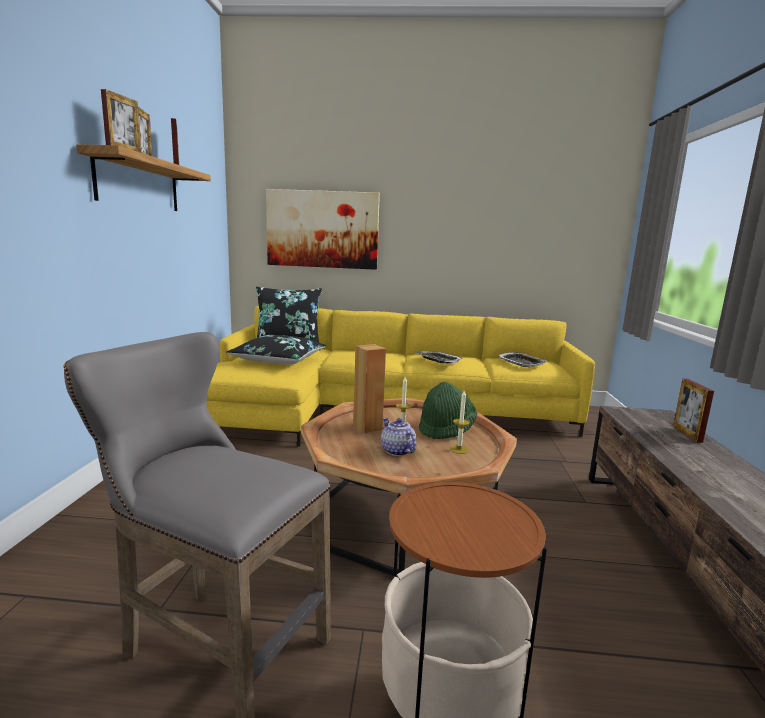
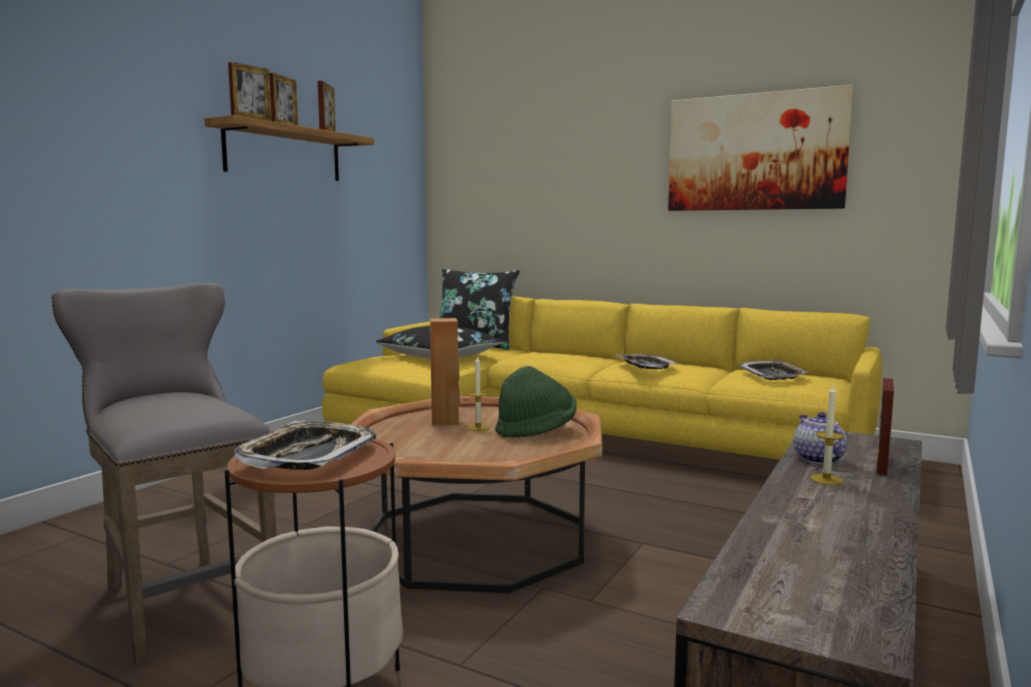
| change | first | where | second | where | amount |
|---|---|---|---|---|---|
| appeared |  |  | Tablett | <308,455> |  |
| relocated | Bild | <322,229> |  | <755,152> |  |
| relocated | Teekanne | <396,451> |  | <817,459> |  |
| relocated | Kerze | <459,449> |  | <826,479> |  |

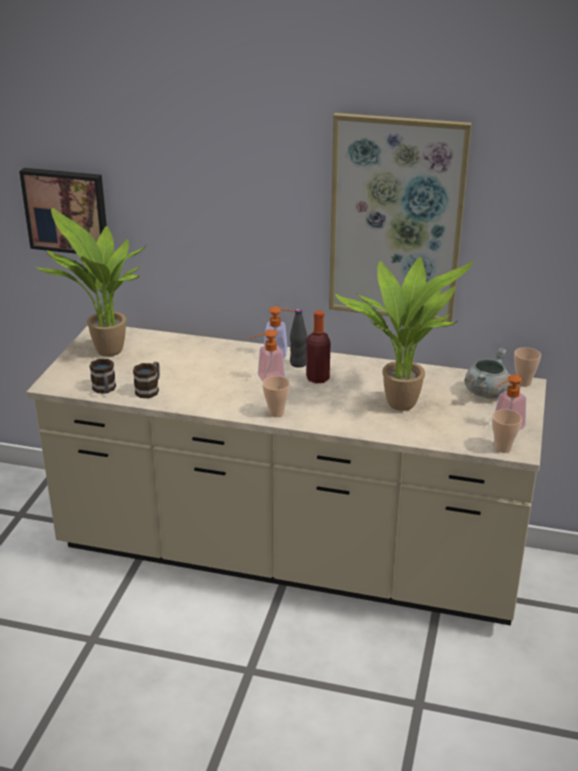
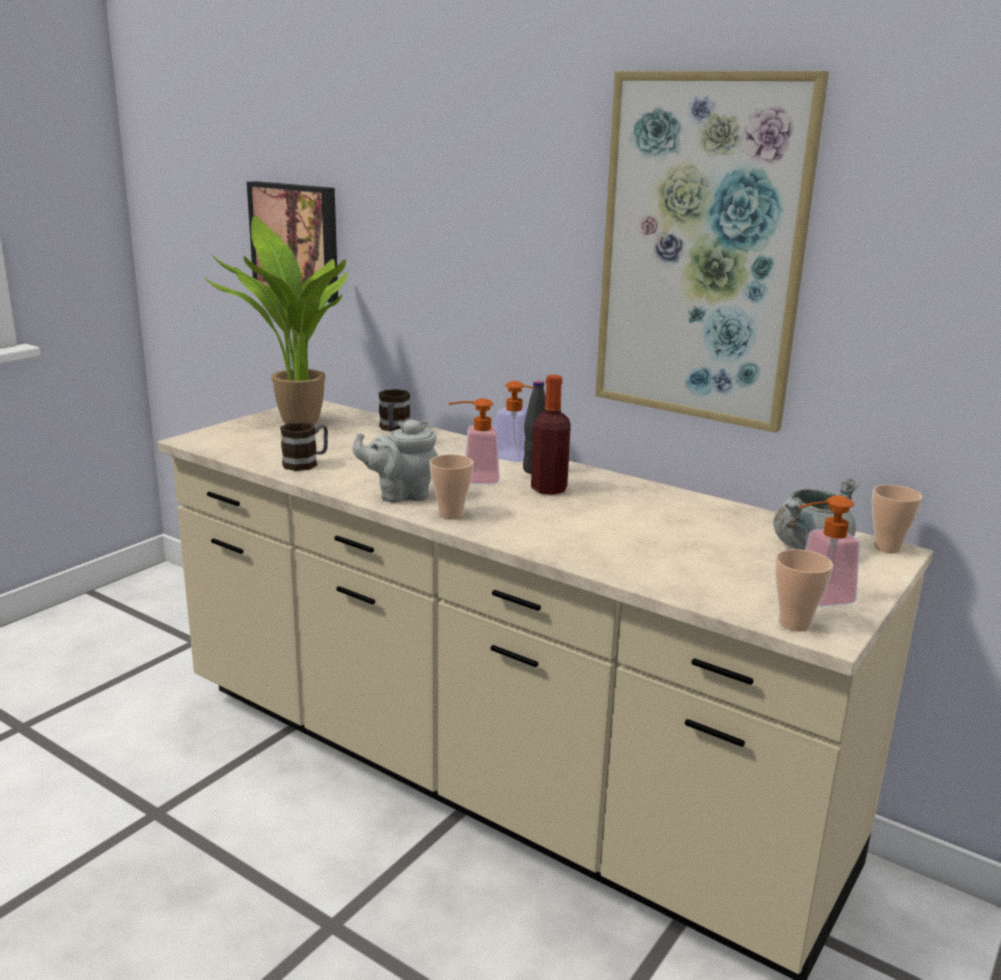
| change | first | where | second | where | amount |
|---|---|---|---|---|---|
| appeared |  |  | Teekanne [grau] | <400,495> |  |
| relocated | Henkelbecher | <105,390> |  | <393,429> |  |
| missing | Topfpflanze | <402,402> |  |  |  |

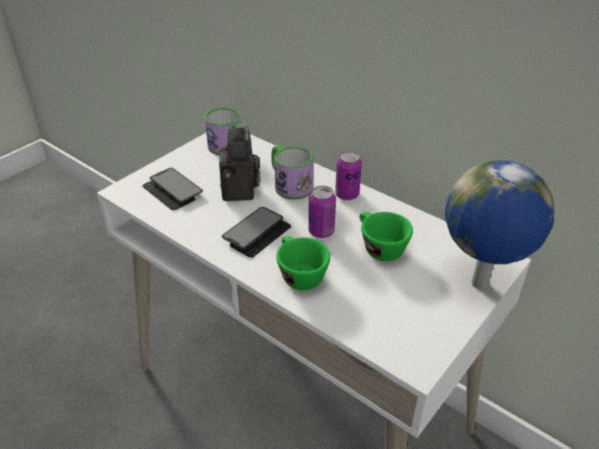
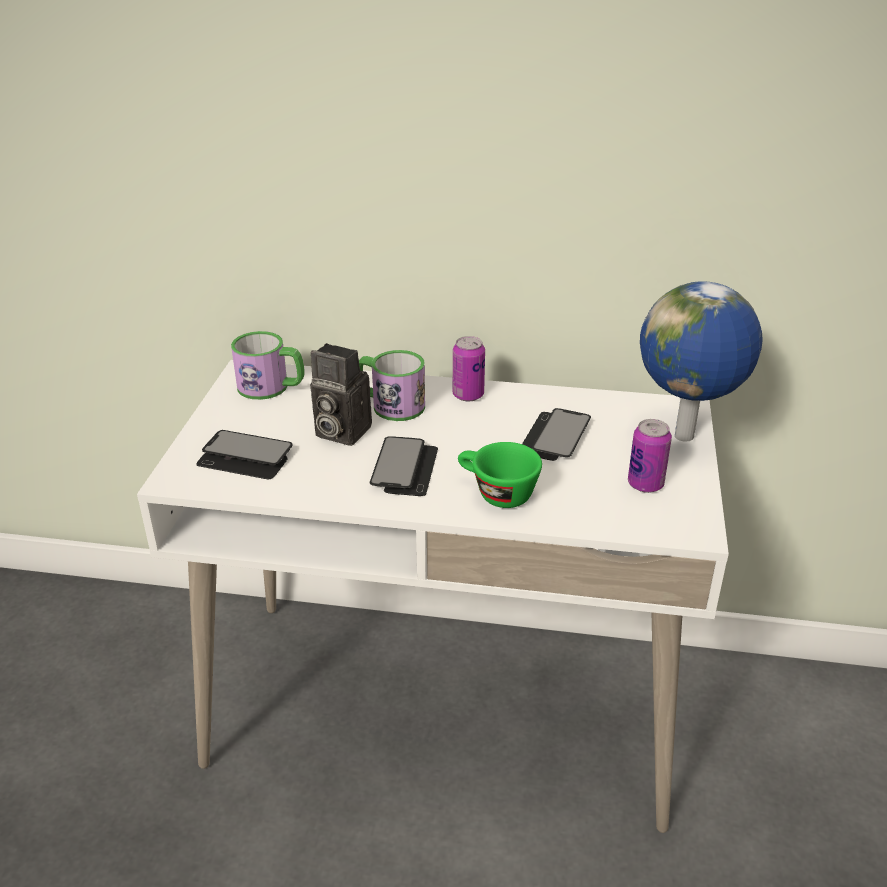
| change | first | where | second | where | amount |
|---|---|---|---|---|---|
| spun | Kamera | <241,192> |  | <339,432> | 150 degrees clockwise |
| exchanged | Tasse [grün] | <379,247> | Handy | <554,437> |  |
| relocated | Dose | <321,231> |  | <645,484> |  |

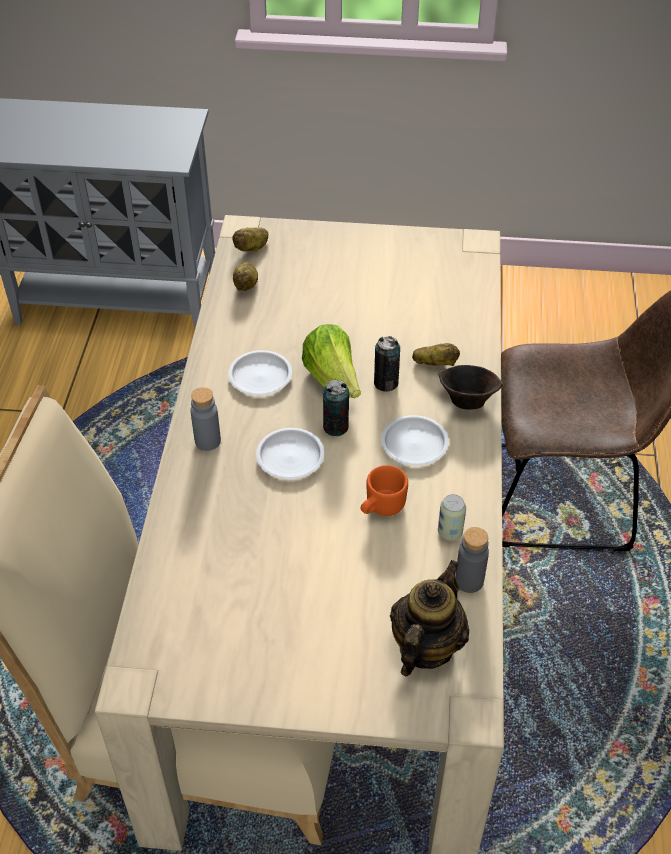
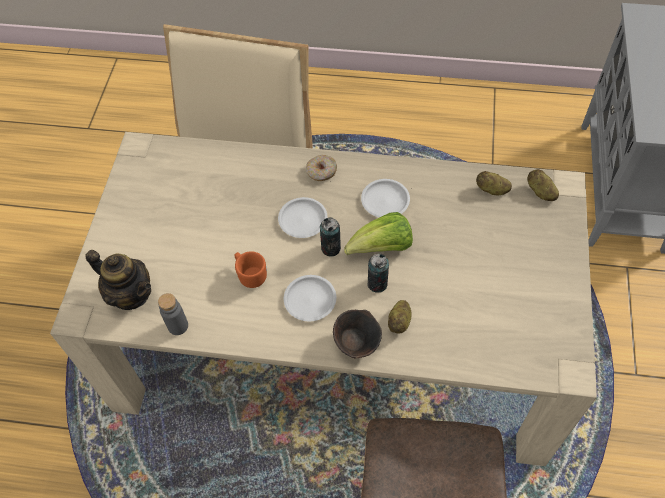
| change | first | where | second | where | amount |
|---|---|---|---|---|---|
| exchanged | Flasche [grau] | <207,441> | Donut | <321,172> |  |
| missing | Dose | <450,532> |  |  |  |

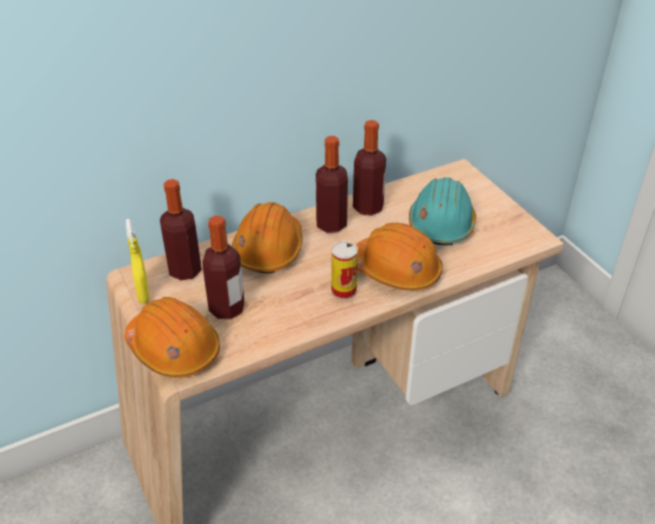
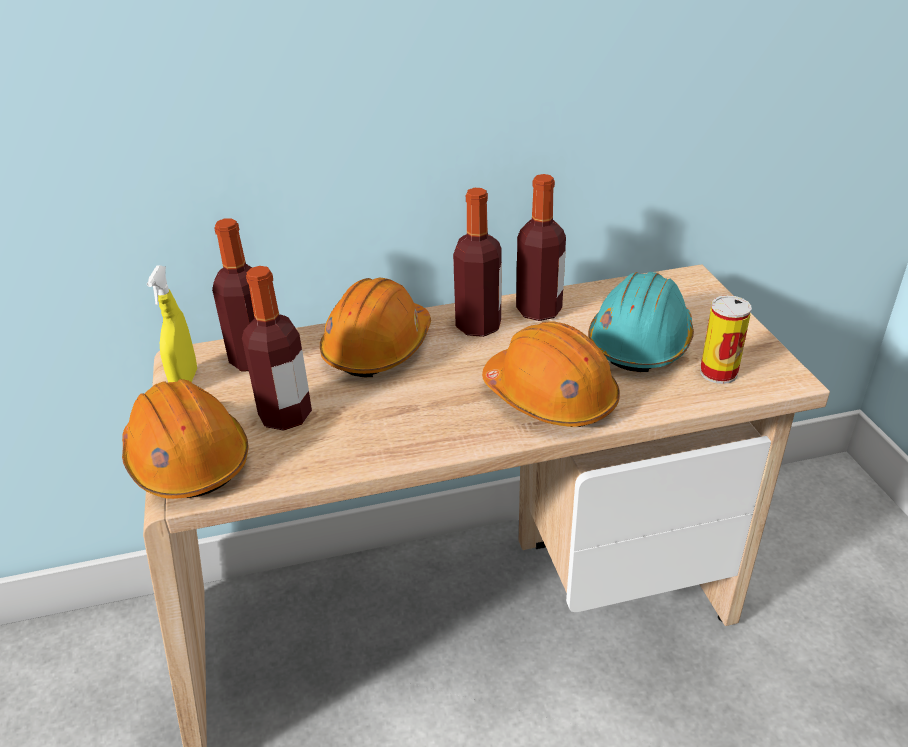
| change | first | where | second | where | amount |
|---|---|---|---|---|---|
| relocated | Dose | <343,291> |  | <718,372> |  |

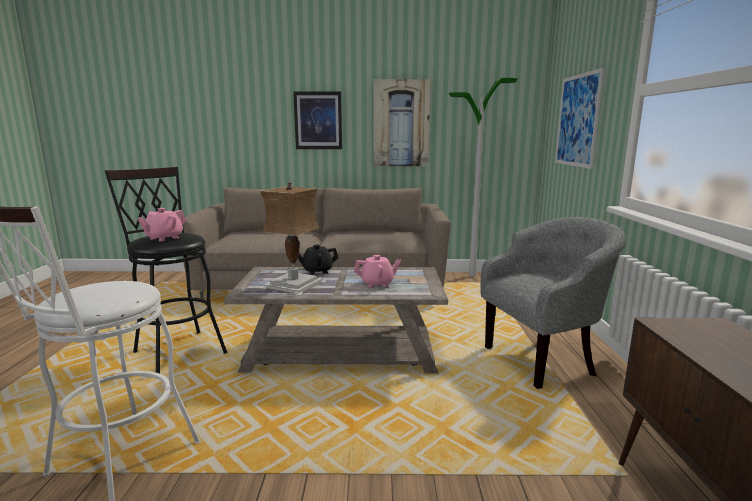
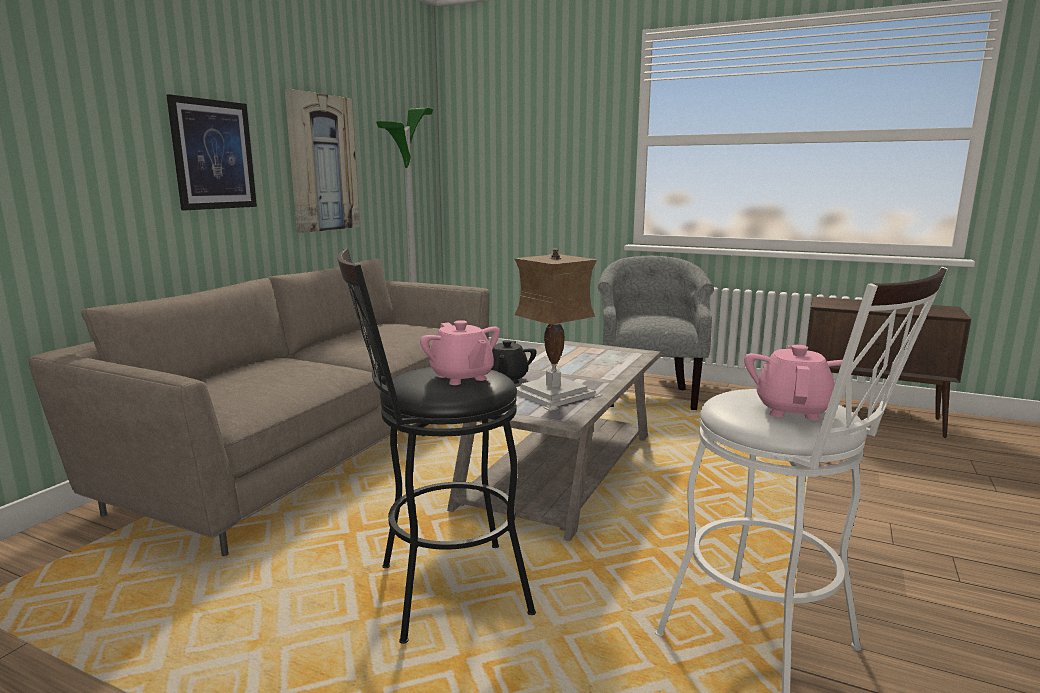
| change | first | where | second | where | amount |
|---|---|---|---|---|---|
| relocated | Teekanne [rosa] | <377,283> |  | <792,410> |  |
| missing | Bild | <577,120> |  |  |  |

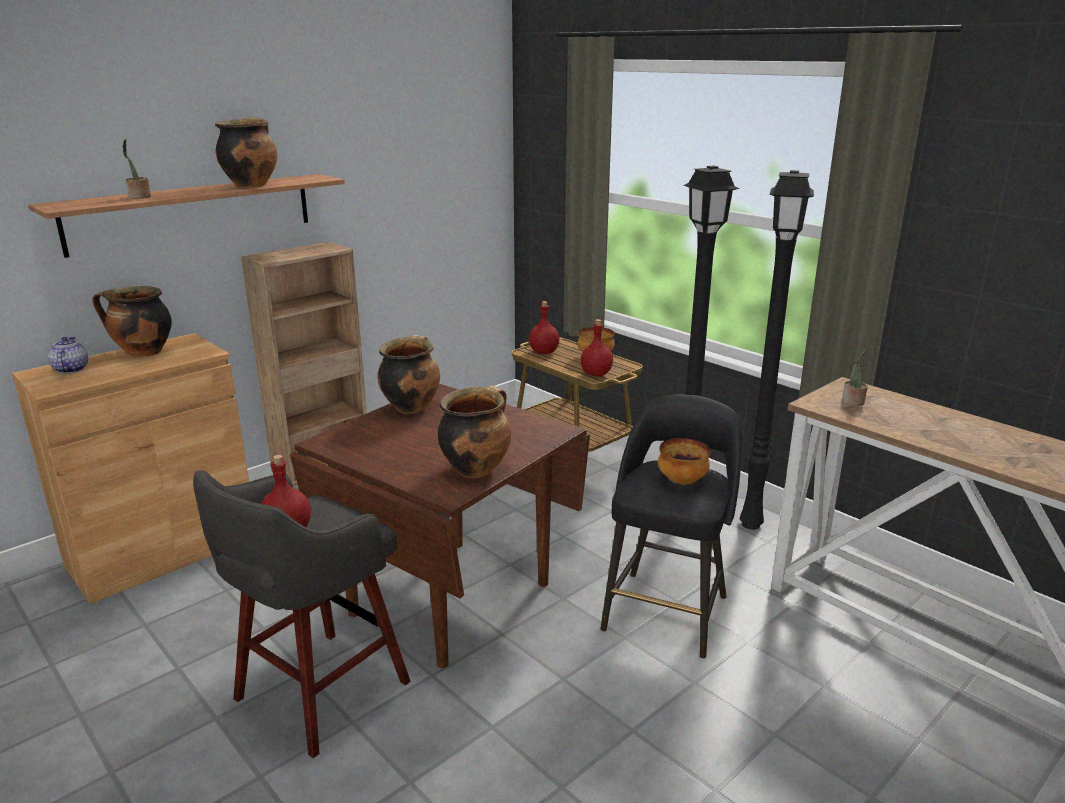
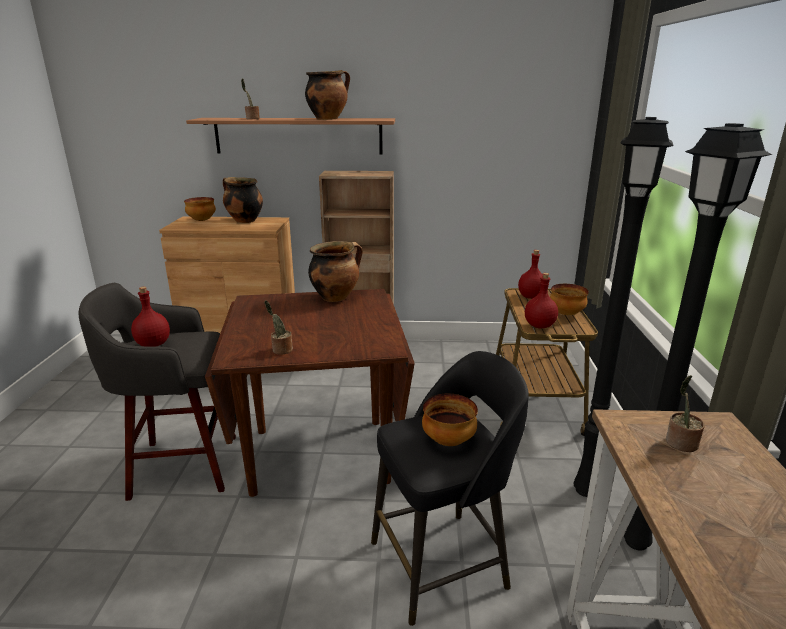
| change | first | where | second | where | amount |
|---|---|---|---|---|---|
| exchanged | Teekanne | <70,369> | Schüssel | <201,220> |  |
| exchanged | Kochtopf | <476,468> | Topfpflanze | <281,350> |  |

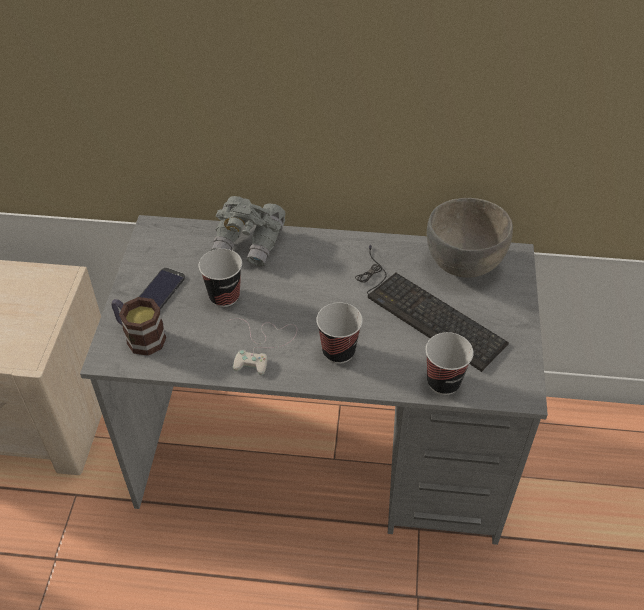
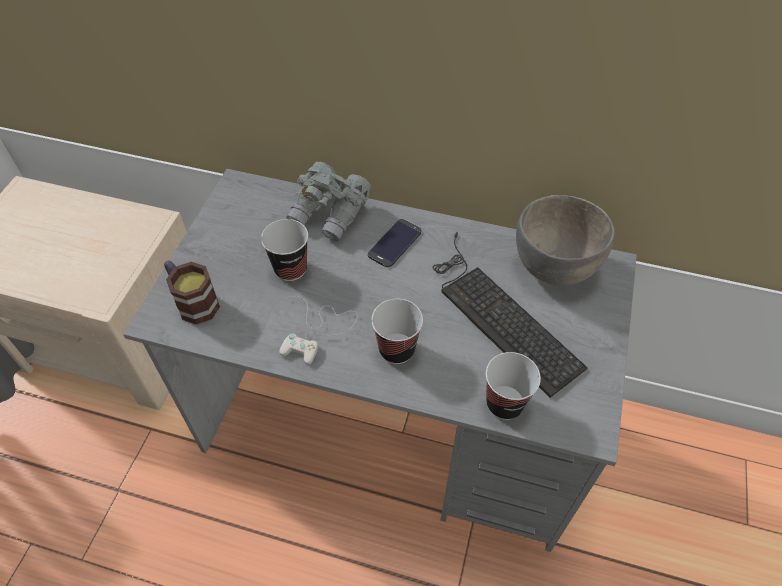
| change | first | where | second | where | amount |
|---|---|---|---|---|---|
| relocated | Handy | <160,291> |  | <394,243> |  |

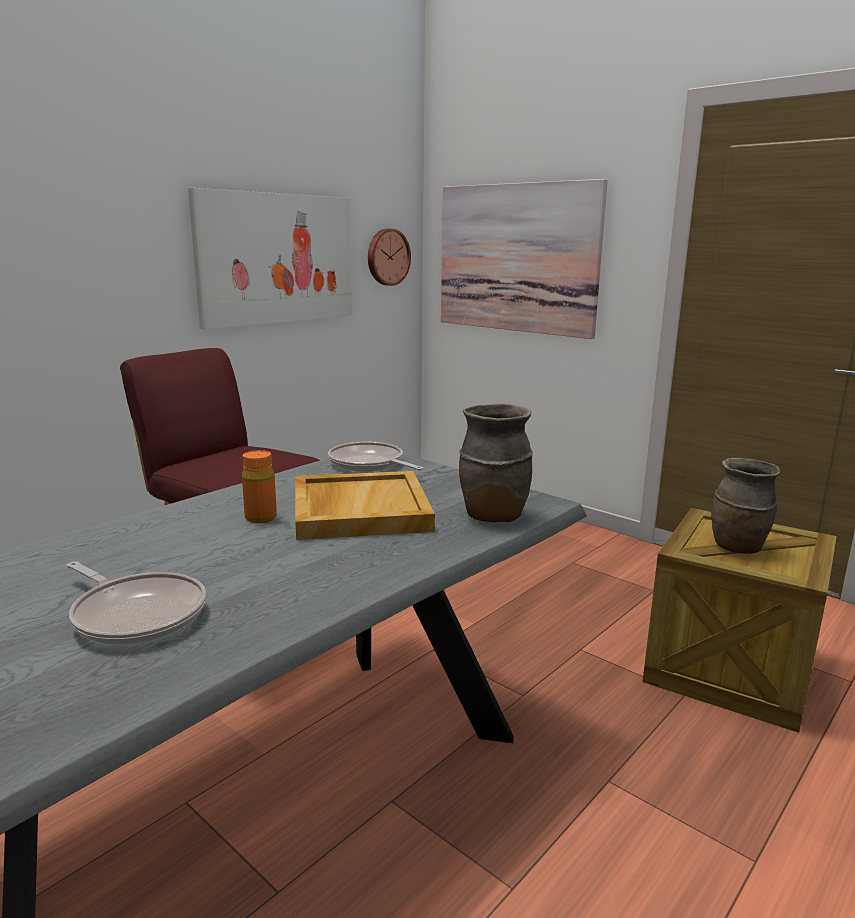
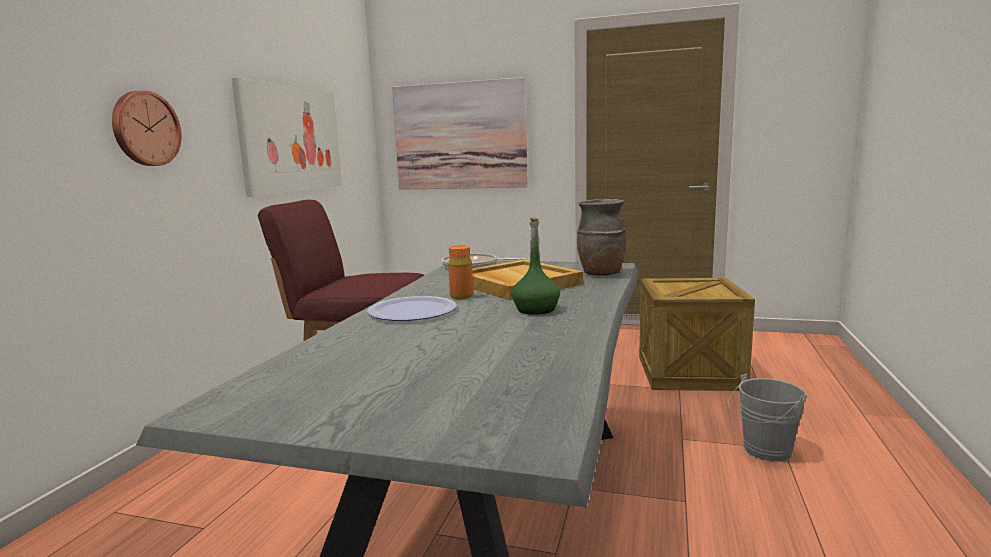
| change | first | where | second | where | amount |
|---|---|---|---|---|---|
| relocated | Wanduhr | <387,257> |  | <145,129> |  |
| appeared |  |  | Teller | <412,311> |  |
| appeared |  |  | Flasche [grün] | <536,310> |  |
| appeared |  |  | Eimer [grau] | <764,452> |  |
| missing | Pfanne | <136,614> |  |  |  |
| missing | Vase [braun] | <738,548> |  |  |  |

